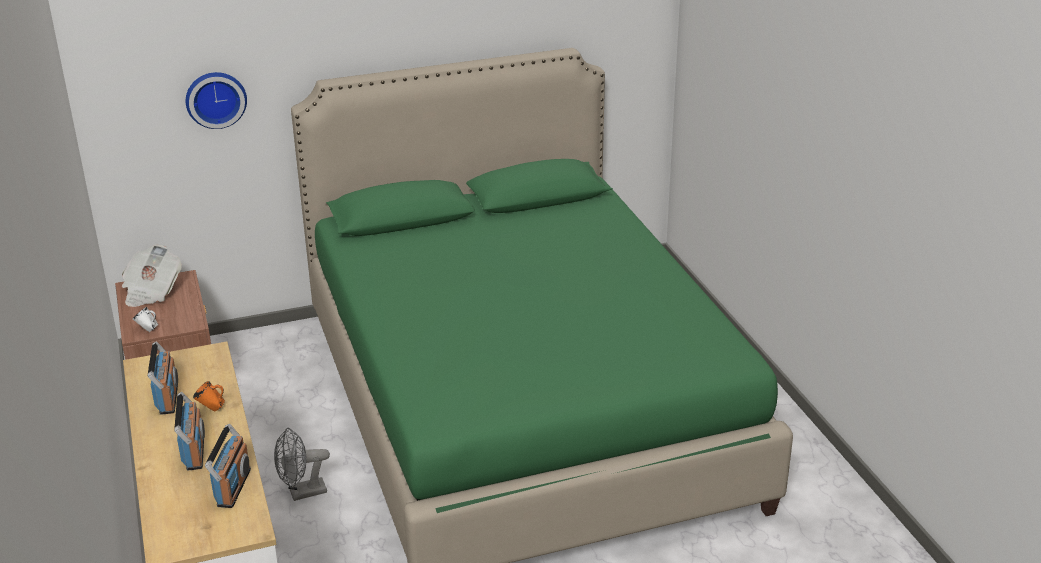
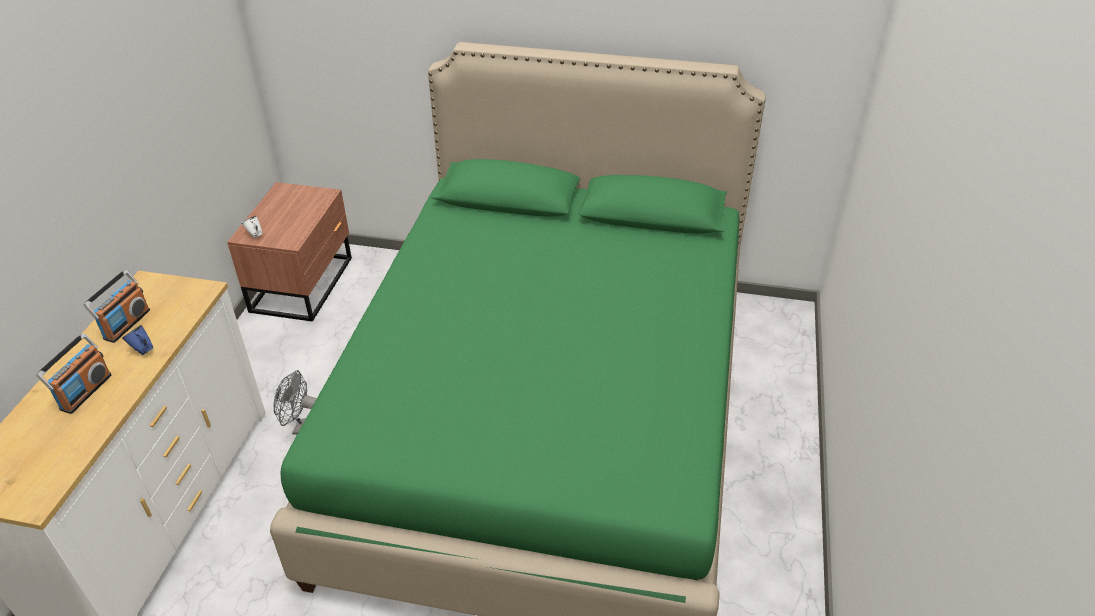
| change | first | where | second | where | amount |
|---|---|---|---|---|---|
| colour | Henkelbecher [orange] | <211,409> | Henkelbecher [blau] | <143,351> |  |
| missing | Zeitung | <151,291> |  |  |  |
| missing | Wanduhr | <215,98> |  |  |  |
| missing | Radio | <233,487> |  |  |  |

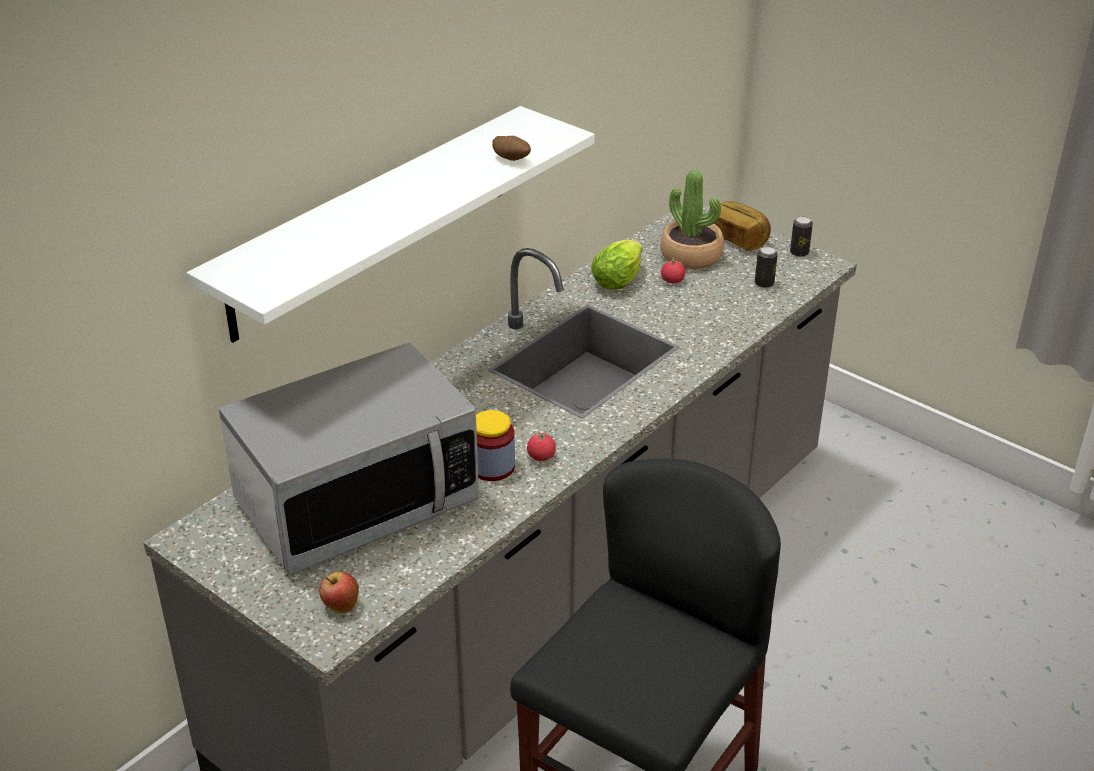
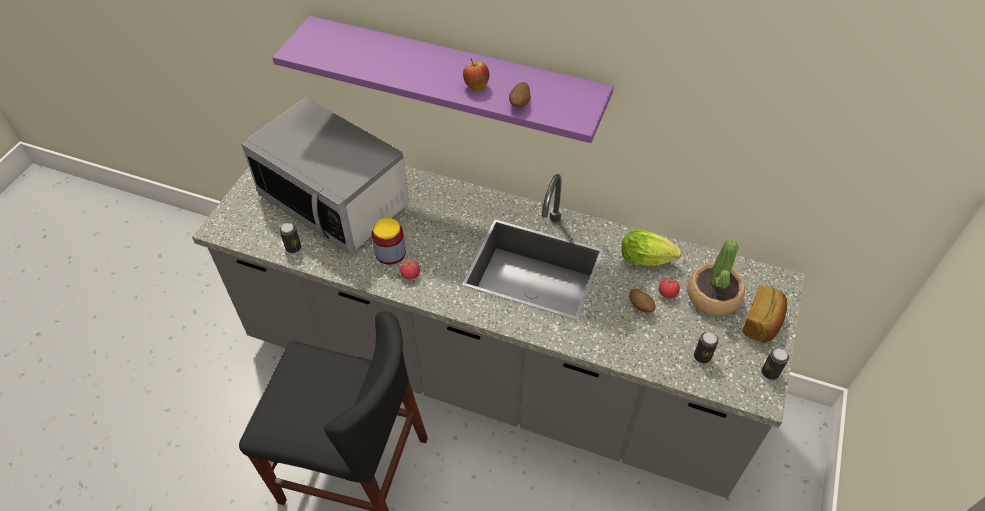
| change | first | where | second | where | amount |
|---|---|---|---|---|---|
| colour | Wandregal [weiß] | <373,221> | Wandregal [lila] | <455,76> |  |
| appeared |  |  | Dose | <293,247> |  |
| relocated | Apfel | <340,606> |  | <476,86> |  |
| appeared |  |  | Kartoffel | <640,306> |  |

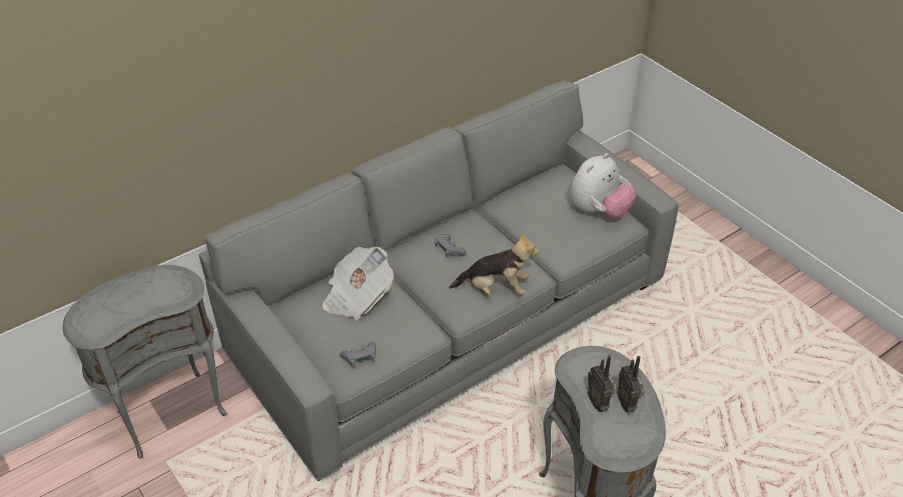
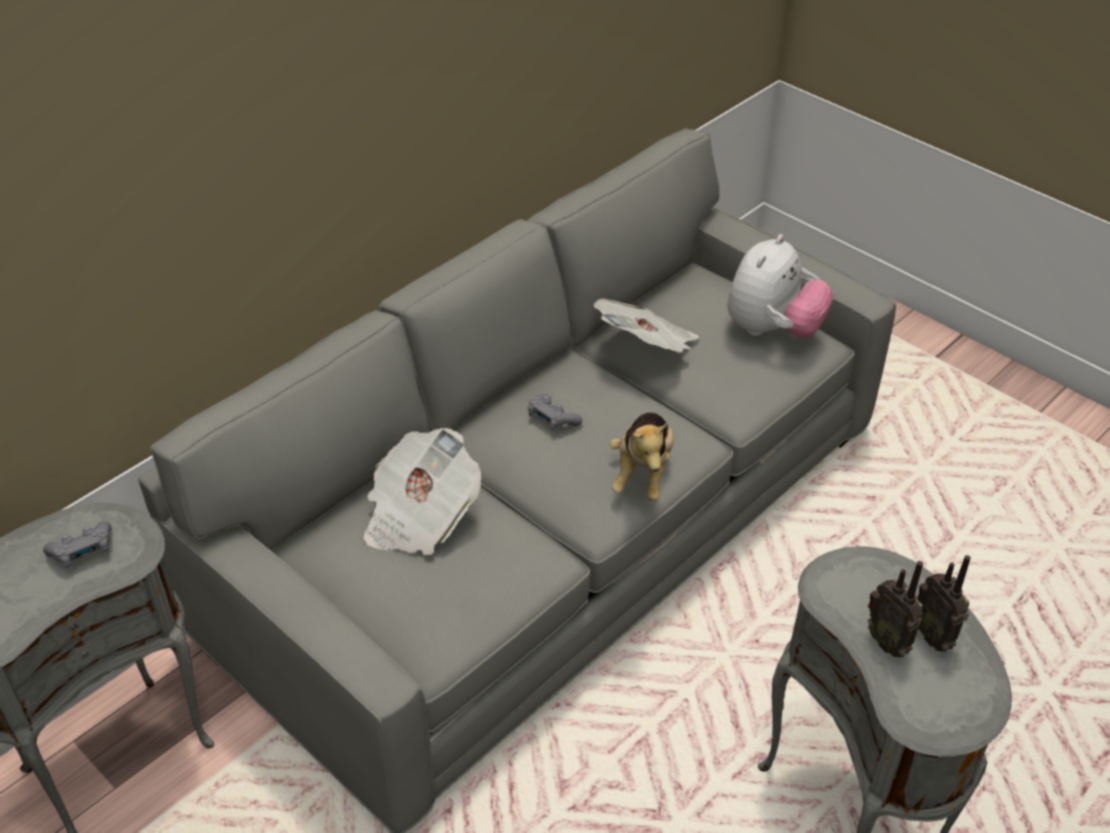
| change | first | where | second | where | amount |
|---|---|---|---|---|---|
| relocated | Gamepad [grau] | <360,358> |  | <83,552> |  |
| appeared |  |  | Zeitung | <647,347> |  |
| spun | Plüschtier | <495,288> |  | <643,472> | 105 degrees clockwise |

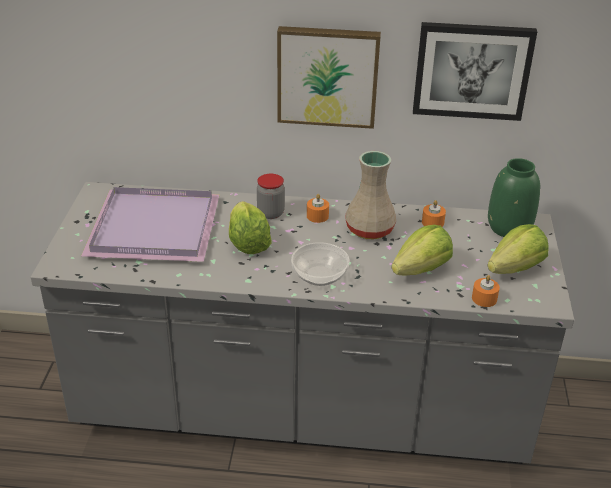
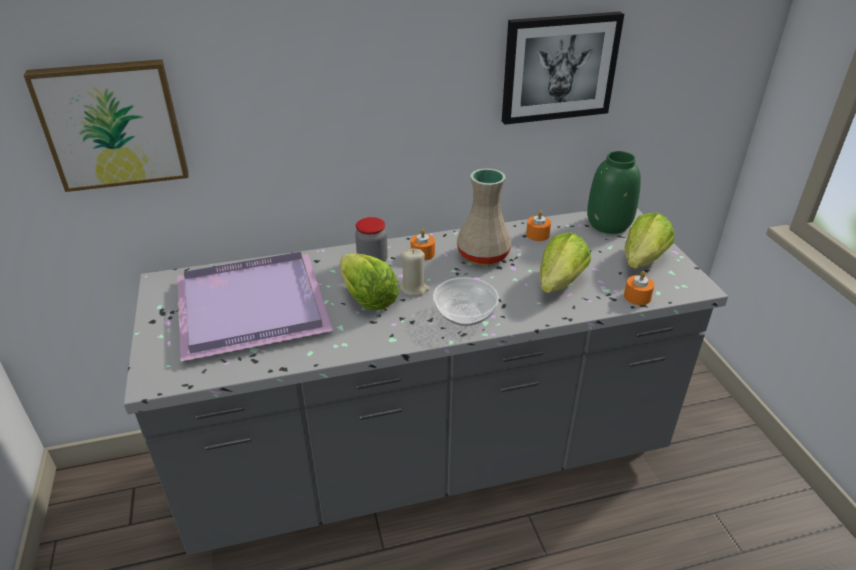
| change | first | where | second | where | amount |
|---|---|---|---|---|---|
| relocated | Bild | <327,76> |  | <113,124> |  |
| appeared |  |  | Kerze [beige] | <414,288> |  |

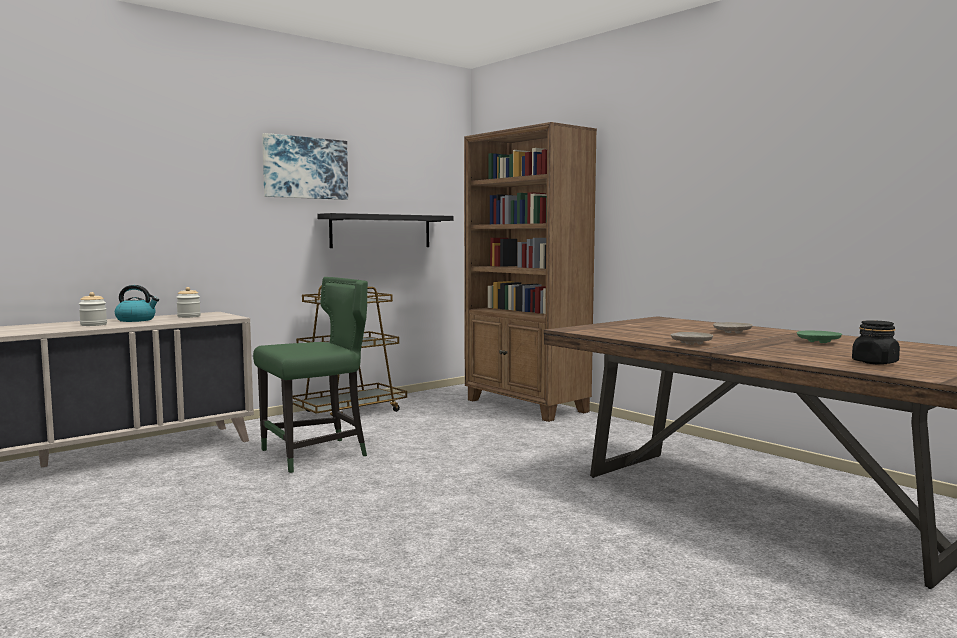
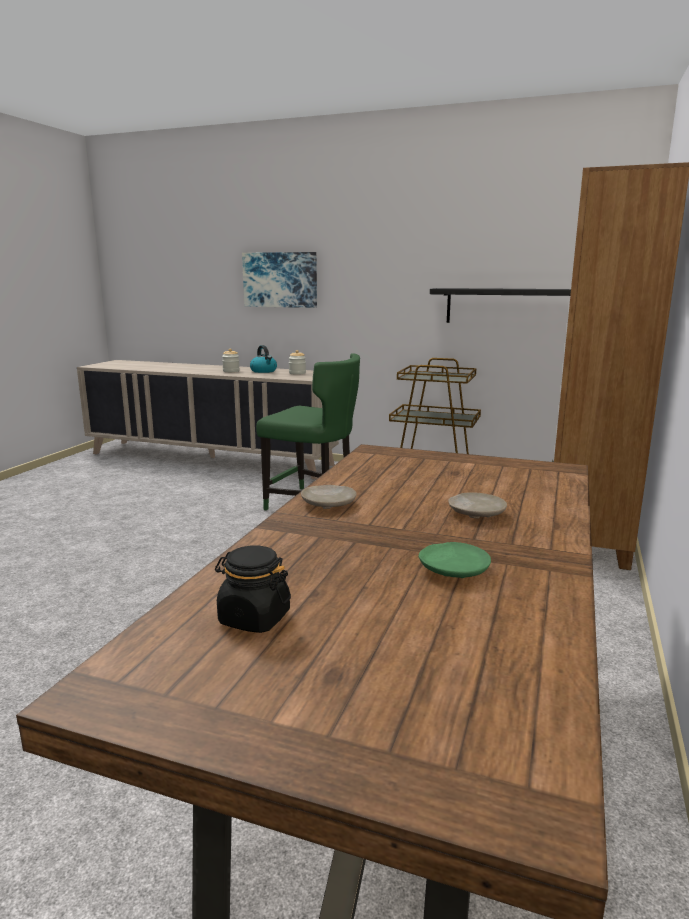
| change | first | where | second | where | amount |
|---|---|---|---|---|---|
| relocated | Bild | <305,168> |  | <280,280> |  |

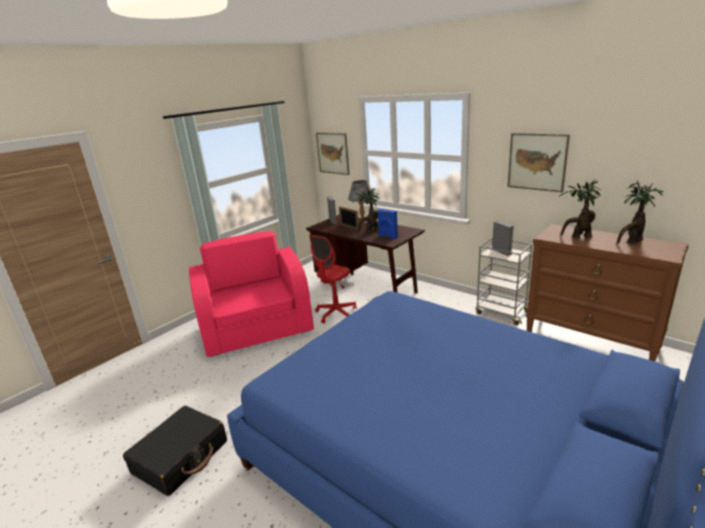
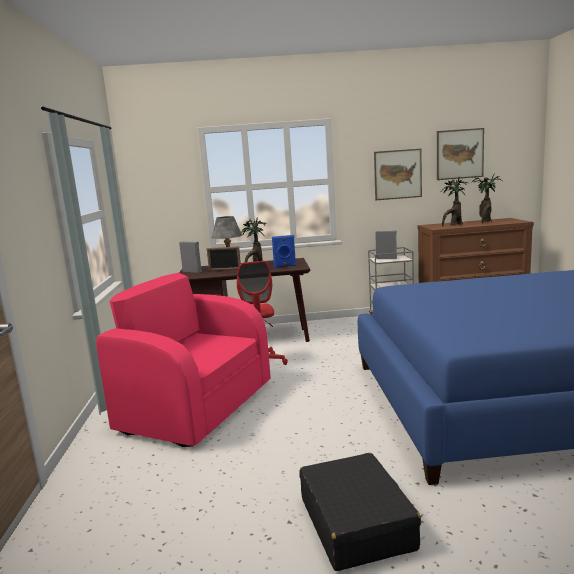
| change | first | where | second | where | amount |
|---|---|---|---|---|---|
| relocated | Bild | <332,153> |  | <460,154> |  |

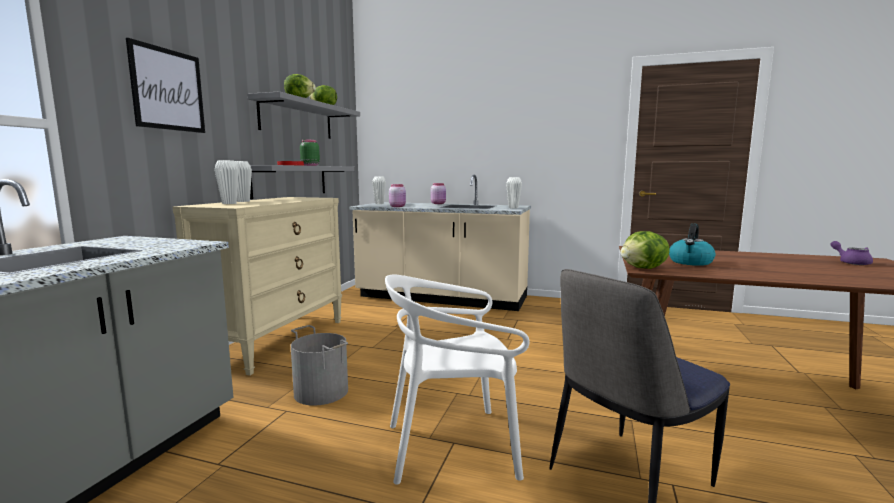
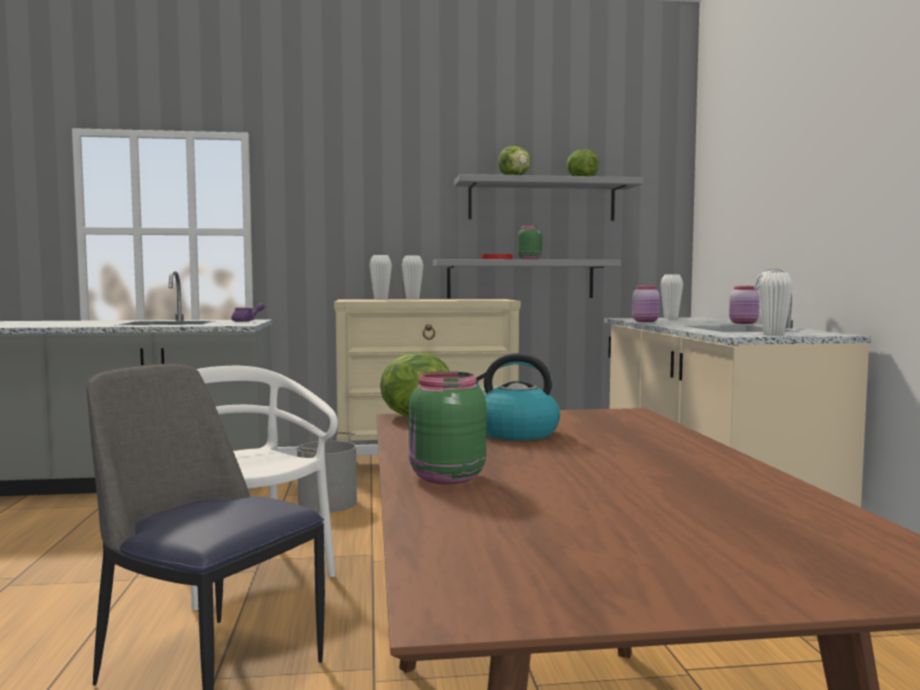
| change | first | where | second | where | amount |
|---|---|---|---|---|---|
| relocated | Teekanne [lila] | <851,262> |  | <247,321> |  |
| appeared |  |  | Vorratsglas [grün] | <445,478> |  |
| missing | Bild | <168,89> |  |  |  |

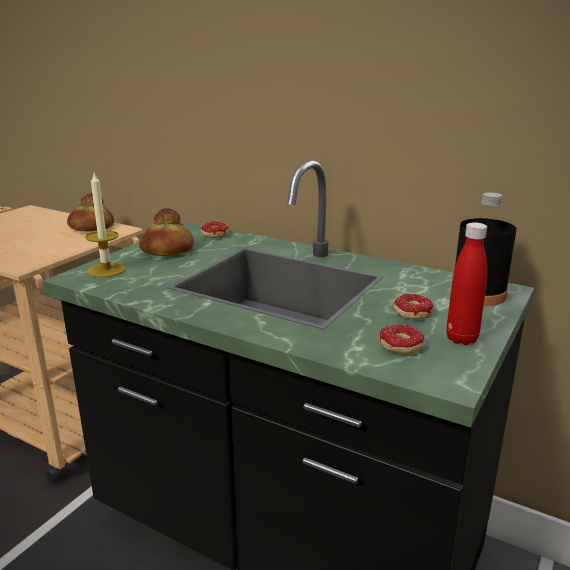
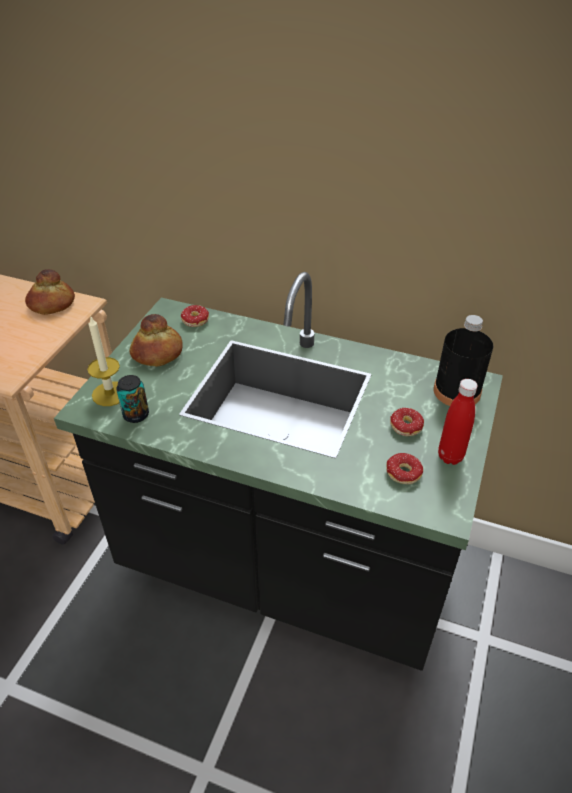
| change | first | where | second | where | amount |
|---|---|---|---|---|---|
| appeared |  |  | Dose | <136,415> |  |

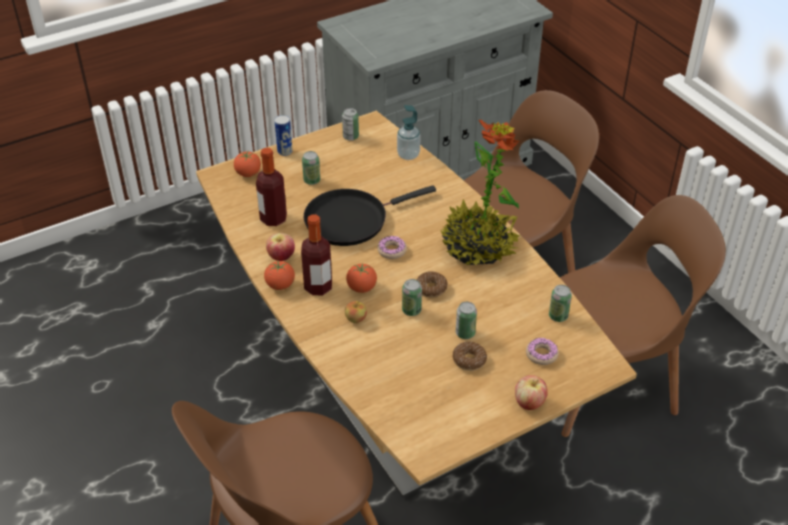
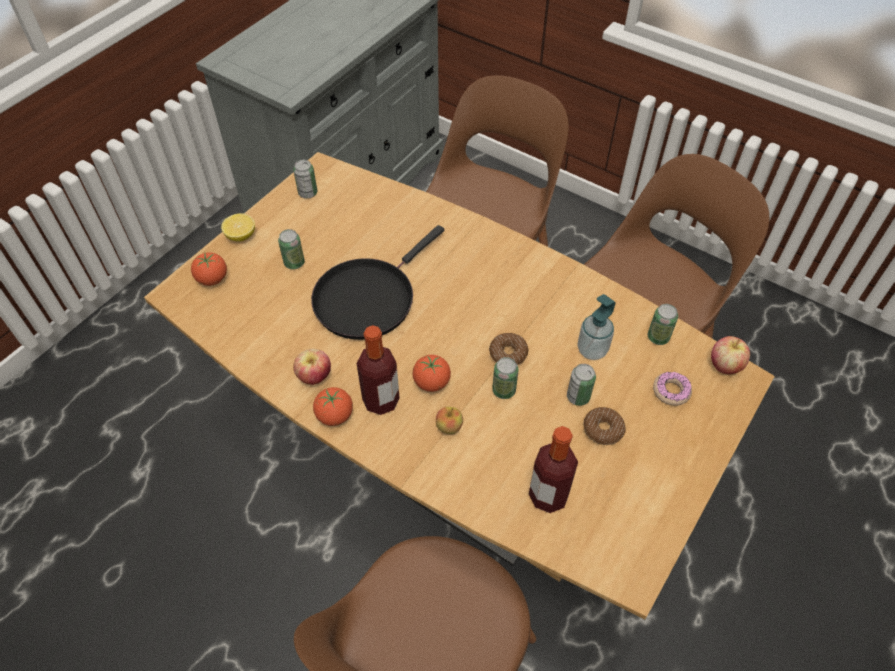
| change | first | where | second | where | amount |
|---|---|---|---|---|---|
| exchanged | Dose | <285,151> | Zitrone | <241,236> |  |
| relocated | Flasche | <273,219> |  | <548,496> |  |
| relocated | Seifenspender | <408,155> |  | <592,350> |  |
| relocated | Apfel | <529,403> |  | <725,365> |  |
| missing | Donut | <392,250> |  |  |  |
| missing | Topfpflanze | <478,247> |  |  |  |

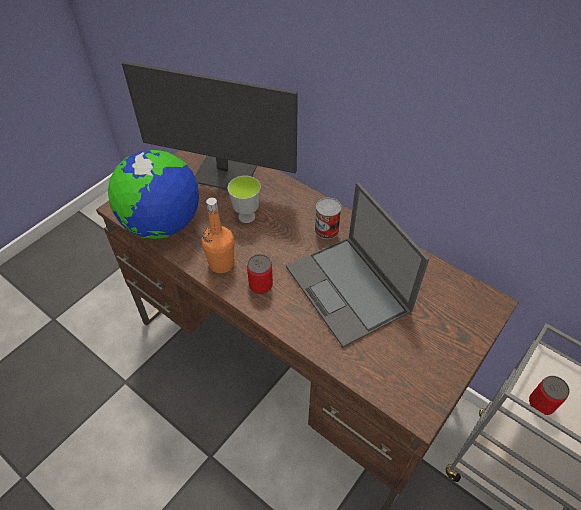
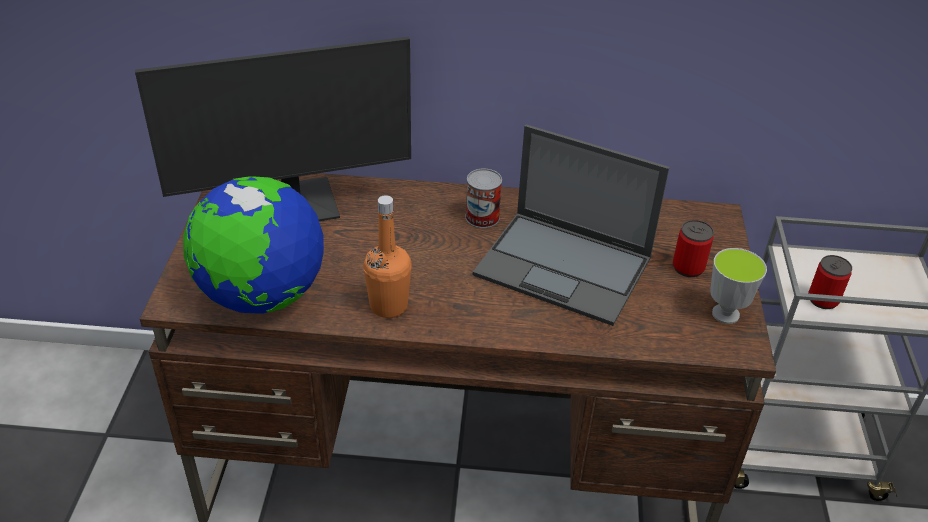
| change | first | where | second | where | amount |
|---|---|---|---|---|---|
| relocated | Dose | <260,285> |  | <688,267> |  |
| relocated | Tasse | <246,216> |  | <725,314> |  |

